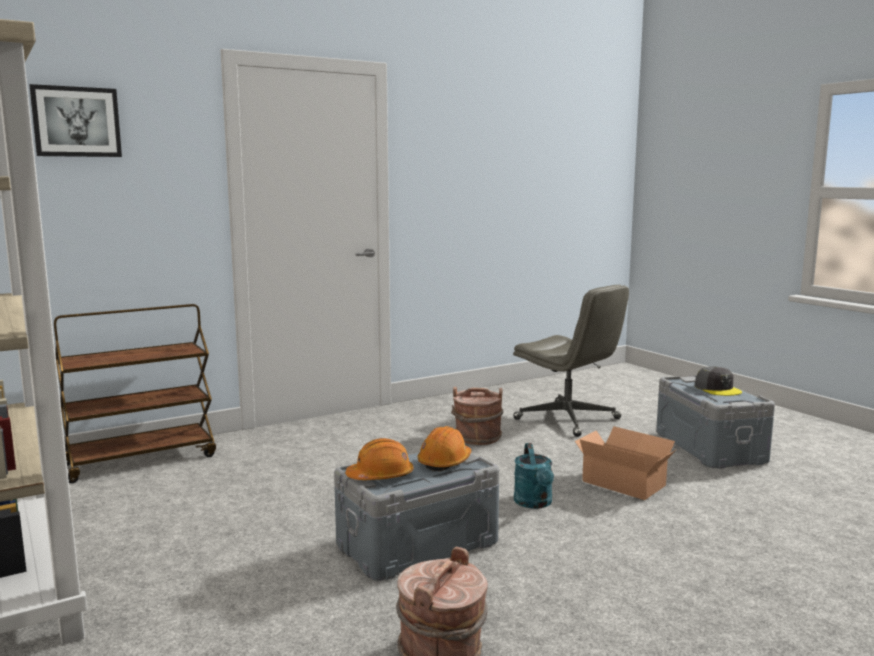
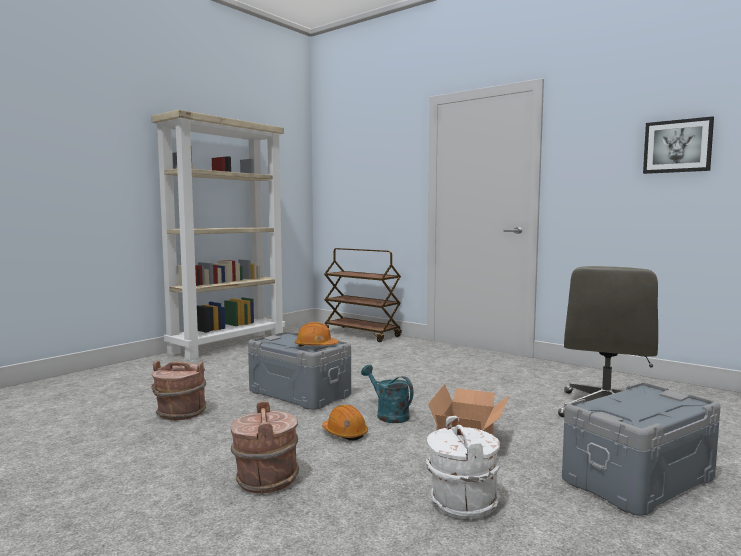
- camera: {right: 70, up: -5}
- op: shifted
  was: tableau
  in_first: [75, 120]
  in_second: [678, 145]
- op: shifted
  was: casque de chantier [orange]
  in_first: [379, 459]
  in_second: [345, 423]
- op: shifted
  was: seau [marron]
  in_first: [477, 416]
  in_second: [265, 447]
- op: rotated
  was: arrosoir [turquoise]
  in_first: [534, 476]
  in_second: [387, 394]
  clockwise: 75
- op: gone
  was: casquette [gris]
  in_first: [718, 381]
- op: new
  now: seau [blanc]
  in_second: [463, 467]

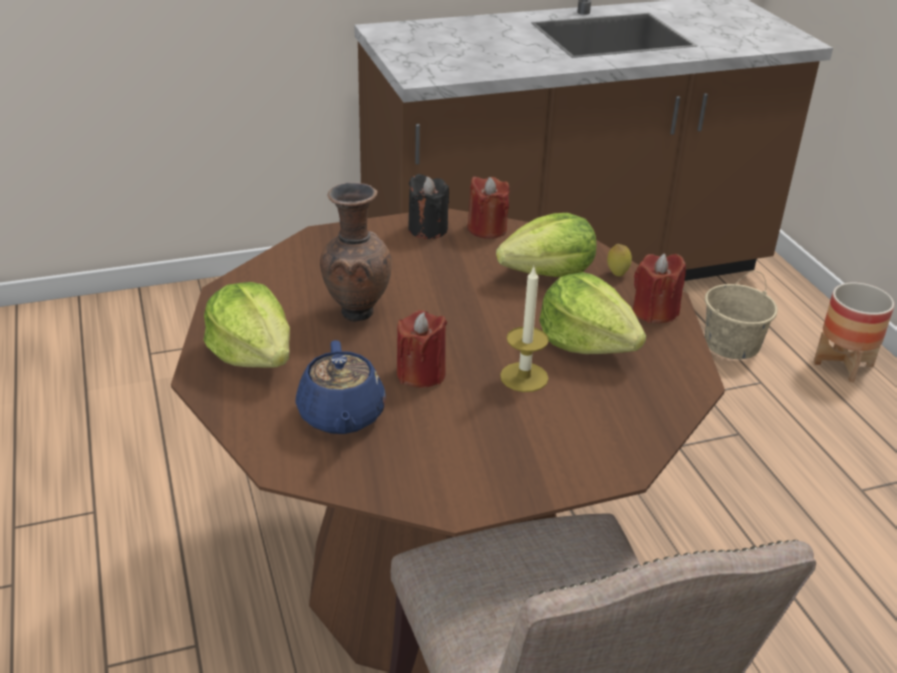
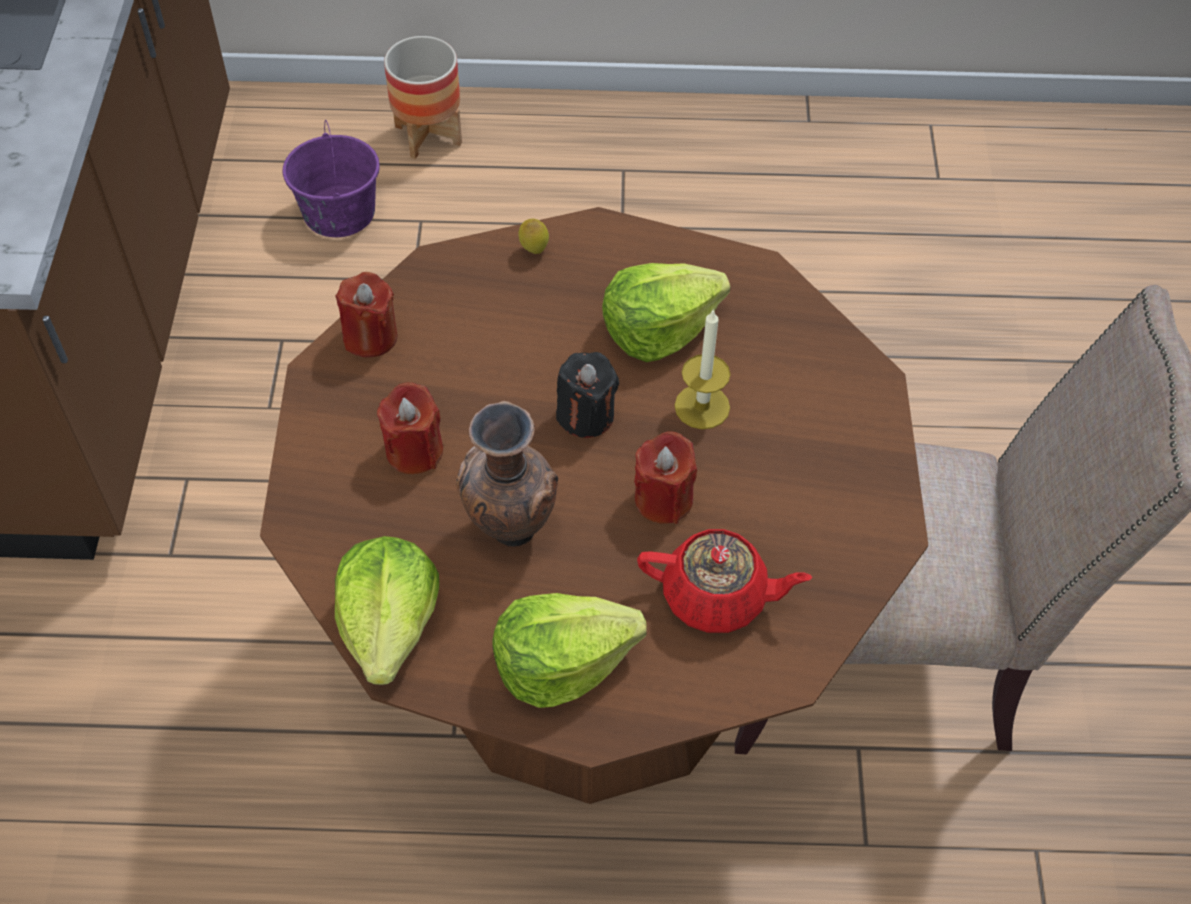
- camera: {right: -70, up: 20}
- op: repainted
  was: théière [bleu]
  now: théière [rouge]
  in_first: [340, 387]
  in_second: [725, 581]
- op: shifted
  was: bougie [noir]
  in_first: [428, 206]
  in_second: [587, 395]
- op: shifted
  was: laitue
  in_first: [546, 245]
  in_second: [387, 610]
- op: shifted
  was: bougie [rouge]
  in_first: [659, 288]
  in_second: [410, 428]
- op: repainted
  was: seau [beige]
  now: seau [violet]
  in_first: [741, 315]
  in_second: [331, 178]

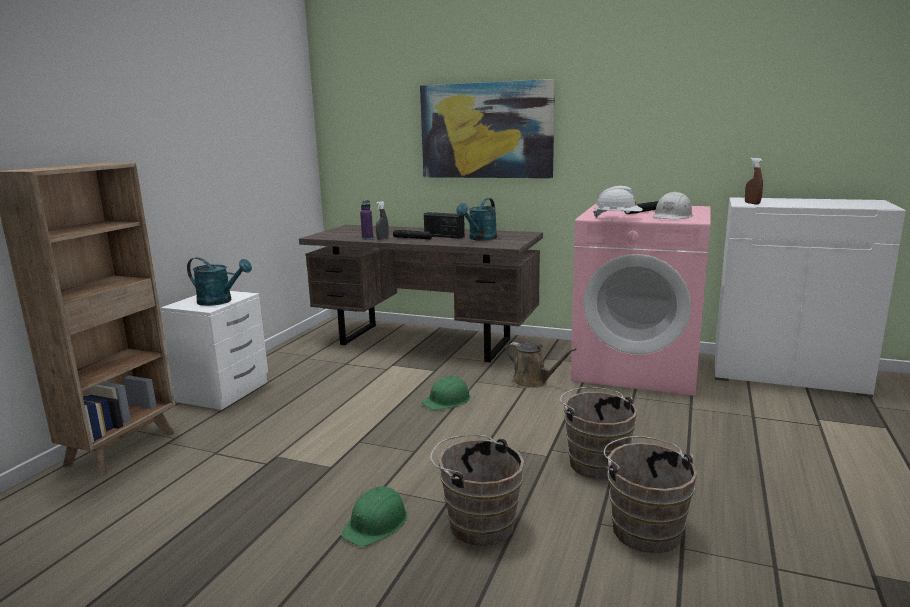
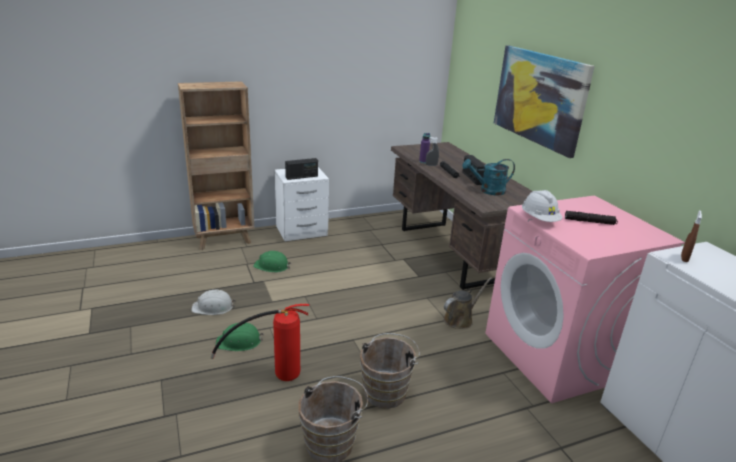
- camera: {right: 45, up: 10}
- op: swapped
  was: arrosoir [turquoise]
  now: radio
  in_first: [219, 281]
  in_second: [301, 169]
- op: shifted
  was: casque de chantier [vert]
  in_first: [446, 393]
  in_second: [272, 261]
- op: swapped
  was: seau [marron]
  now: extincteur
  in_first: [477, 490]
  in_second: [259, 342]
- op: rotated
  was: arrosoir [marron]
  in_first: [541, 365]
  in_second: [467, 303]
  clockwise: -120
- op: shifted
  was: casque de chantier [blanc]
  in_first: [673, 205]
  in_second: [213, 302]

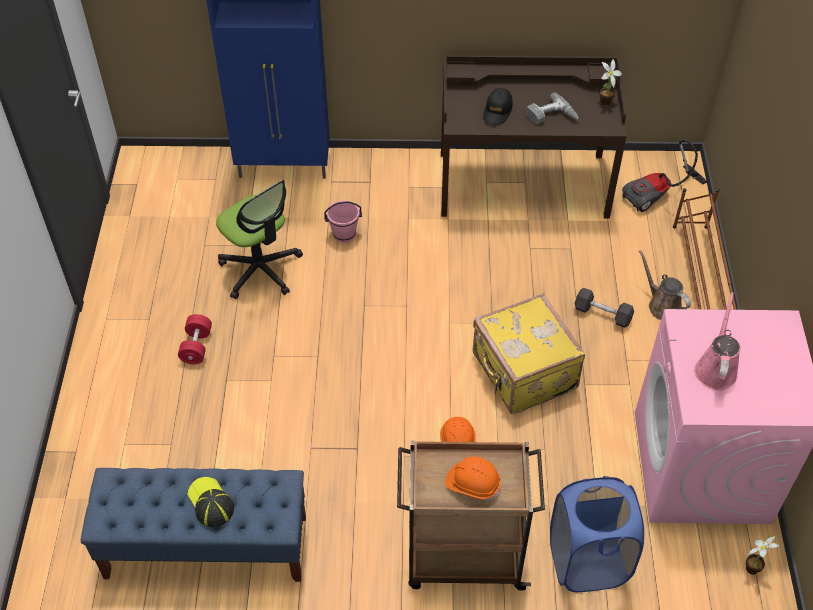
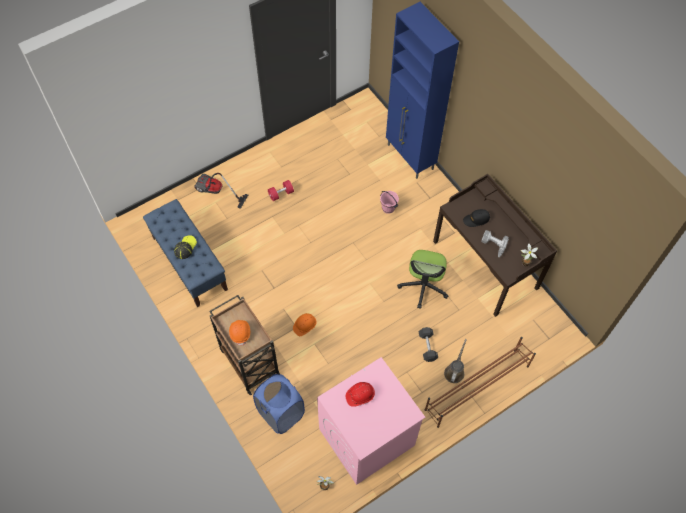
- camera: {right: 55, up: 10}
- op: shifted
  was: chaise de bureau
  in_first: [259, 239]
  in_second: [423, 279]
- op: gone
  was: valise [jaune]
  in_first: [529, 353]
- op: shifted
  was: aspirateur
  in_first: [664, 176]
  in_second: [221, 191]
- op: swapped
  was: arrosoir [rose]
  now: casque de chantier [rouge]
  in_first: [717, 341]
  in_second: [360, 394]

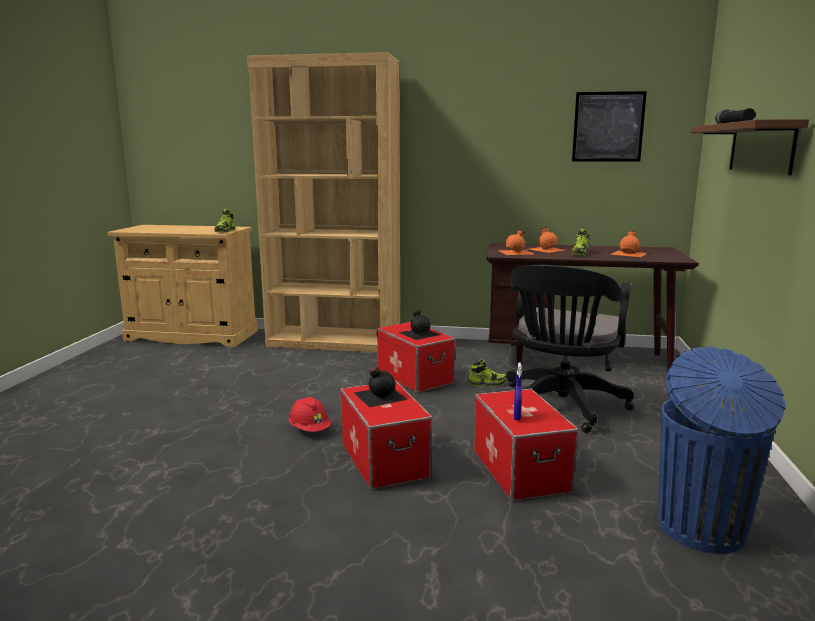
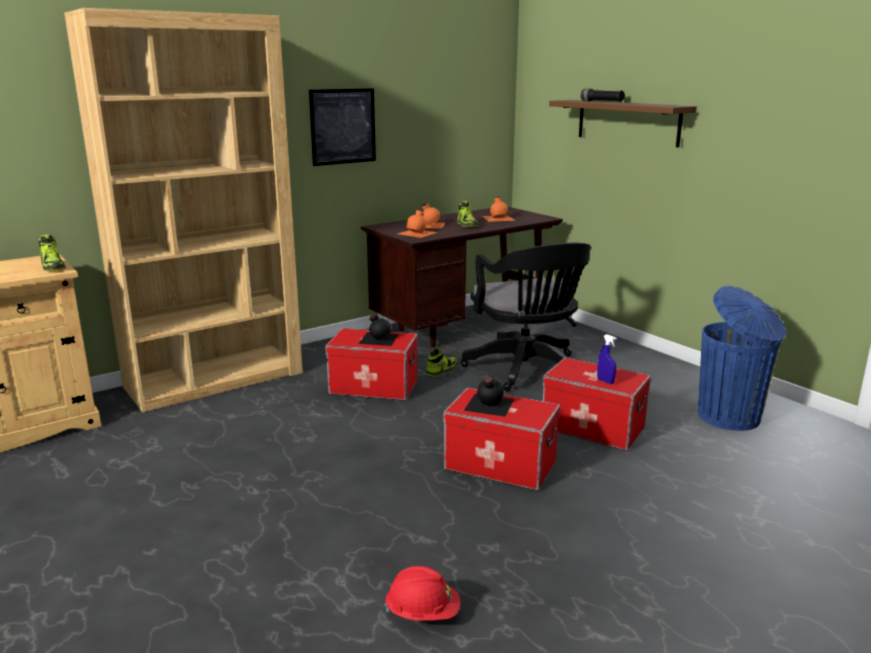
- camera: {right: -45, up: 5}
- op: shifted
  was: casque de chantier [rouge]
  in_first: [310, 414]
  in_second: [422, 593]
- op: shifted
  was: tableau
  in_first: [609, 126]
  in_second: [342, 127]

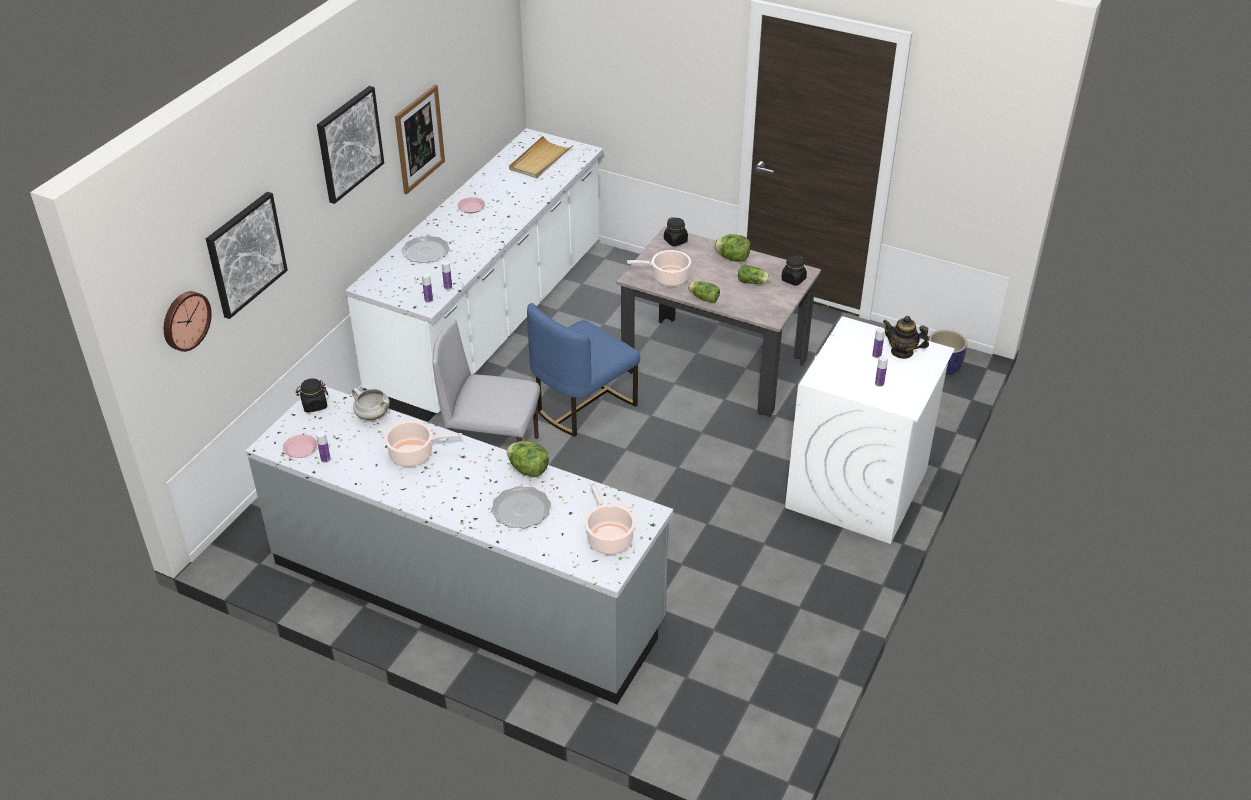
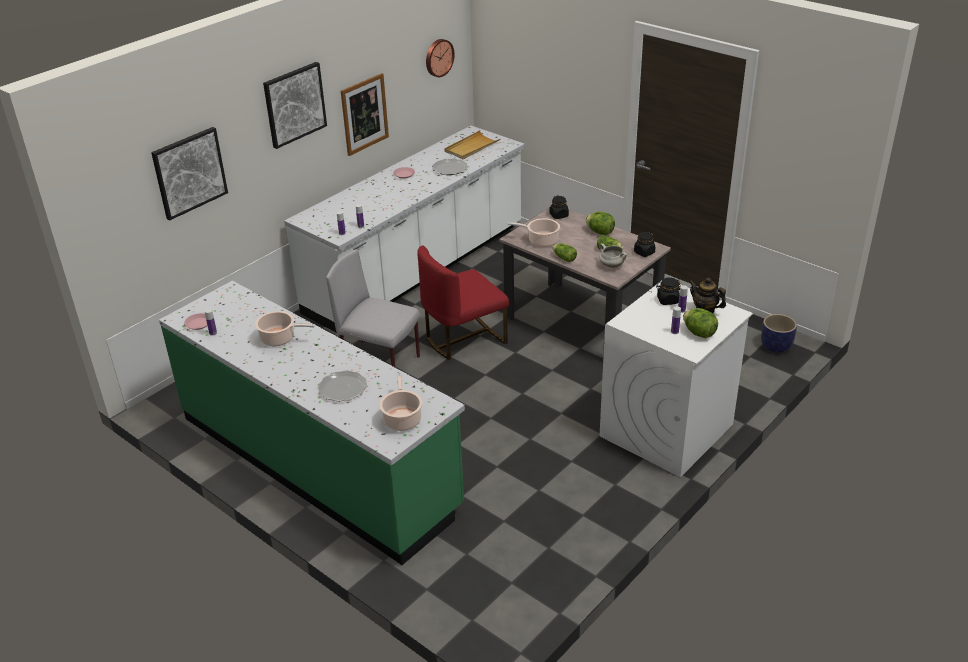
- camera: {right: 15, up: -5}
- op: shifted
  was: horloge murale
  in_first: [188, 321]
  in_second: [440, 58]
- op: repainted
  was: comptoir de cuisine [gris]
  now: comptoir de cuisine [vert]
  in_first: [459, 545]
  in_second: [312, 423]
- op: shifted
  was: bocal [noir]
  in_first: [312, 395]
  in_second: [668, 291]
- op: shifted
  was: marmite [blanc]
  in_first: [371, 404]
  in_second: [613, 255]
- op: shifted
  was: assiette
  in_first: [426, 249]
  in_second: [450, 166]
- op: shifted
  was: laitue
  in_first: [528, 459]
  in_second: [700, 323]
- op: repainted
  was: chaise [bleu]
  now: chaise [rouge]
  in_first: [583, 370]
  in_second: [463, 302]

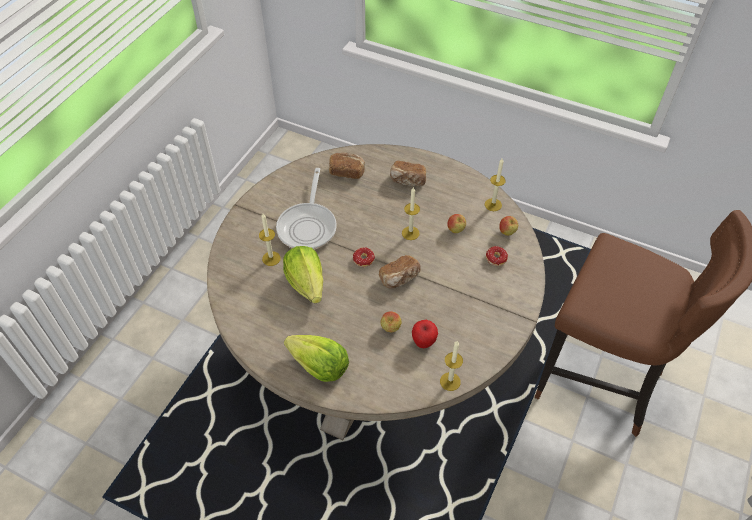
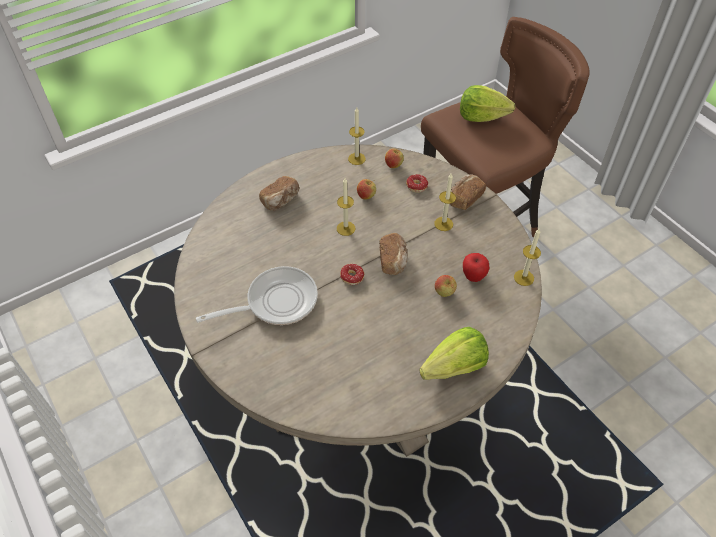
- camera: {right: -60, up: 0}
- op: shifted
  was: bougie
  in_first: [270, 240]
  in_second: [445, 202]
- op: rotated
  was: poêle
  in_first: [306, 209]
  in_second: [257, 295]
  clockwise: -60
- op: shifted
  was: laitue
  in_first: [303, 274]
  in_second: [487, 103]
- op: shifted
  was: pain
  in_first: [347, 165]
  in_second: [468, 192]

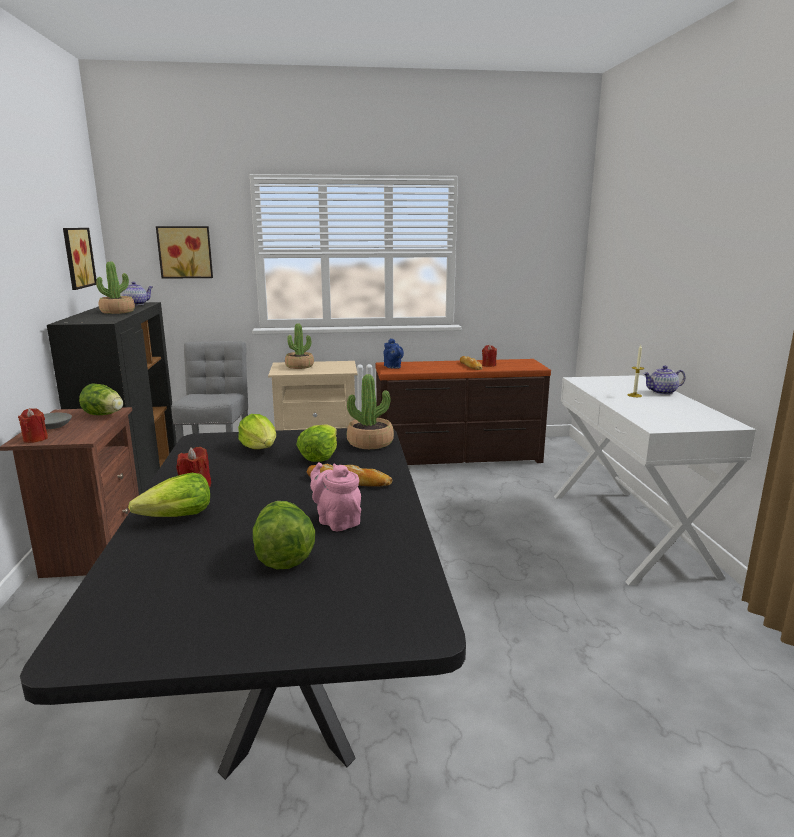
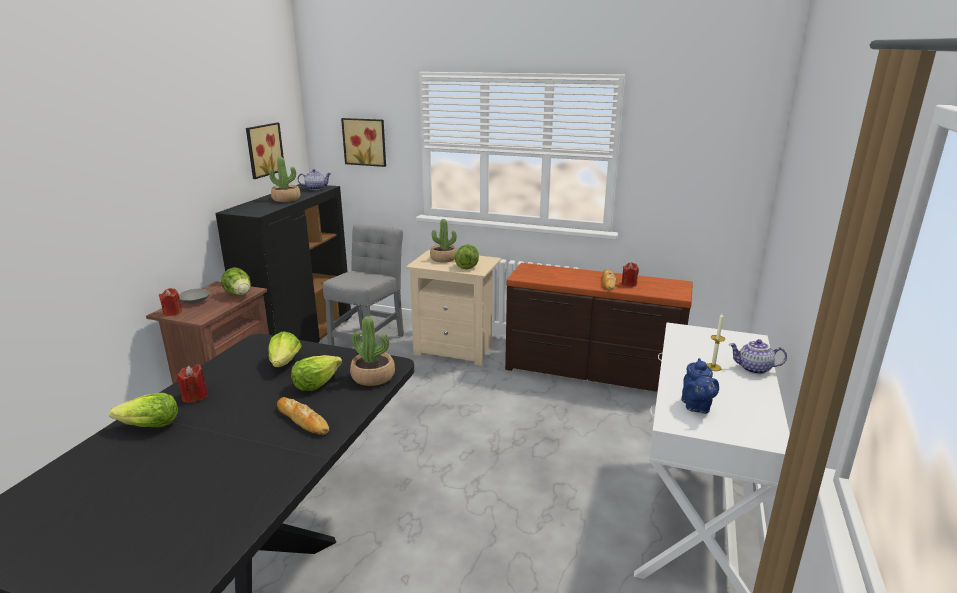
- camera: {right: 25, up: 5}
- op: shifted
  was: laitue
  in_first: [284, 535]
  in_second: [467, 256]
- op: gone
  was: théière [rose]
  in_first: [335, 496]
- op: shifted
  was: théière [bleu]
  in_first: [394, 353]
  in_second: [700, 386]

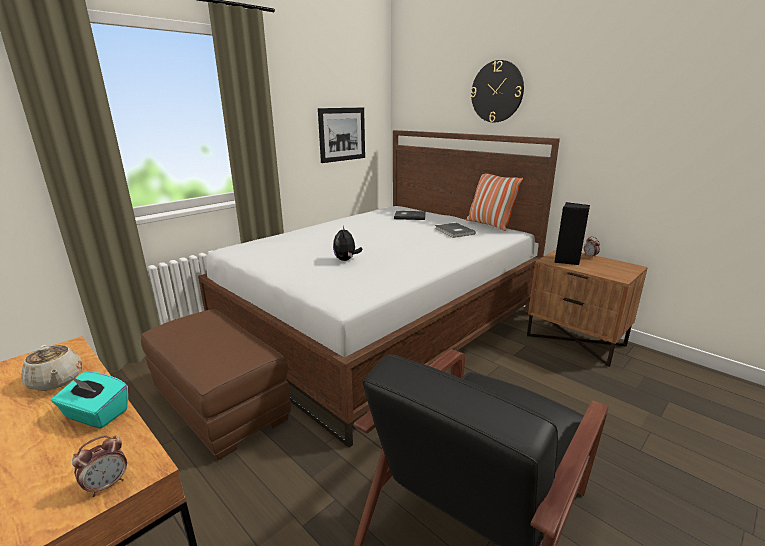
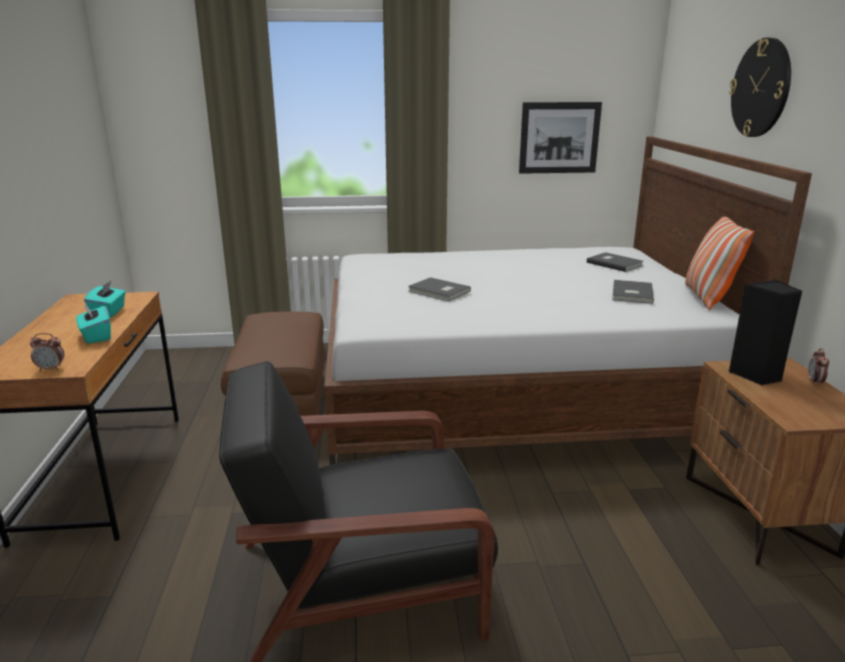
- camera: {right: 40, up: 0}
- op: swapped
  was: théière [beige]
  now: boîte à mouchoirs [turquoise]
  in_first: [51, 368]
  in_second: [105, 299]
- op: swapped
  was: peluche
  now: livre [gris]
  in_first: [348, 243]
  in_second: [439, 289]

